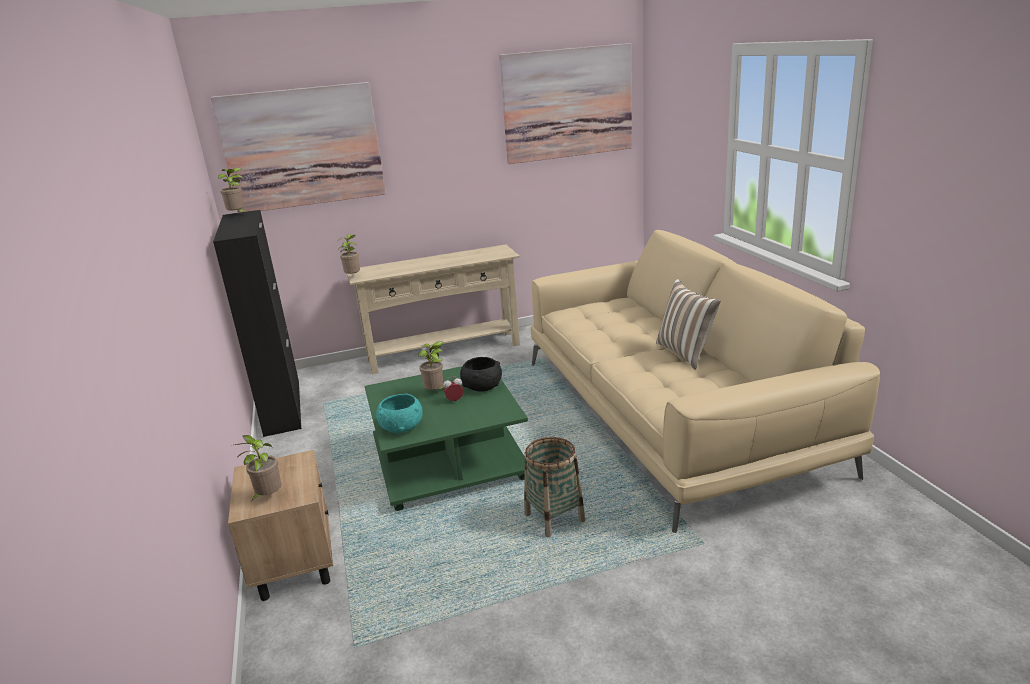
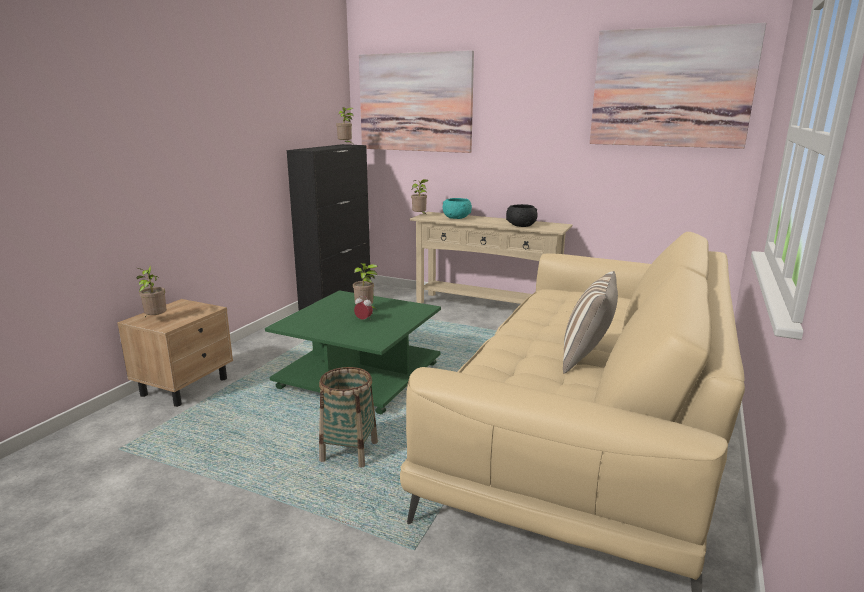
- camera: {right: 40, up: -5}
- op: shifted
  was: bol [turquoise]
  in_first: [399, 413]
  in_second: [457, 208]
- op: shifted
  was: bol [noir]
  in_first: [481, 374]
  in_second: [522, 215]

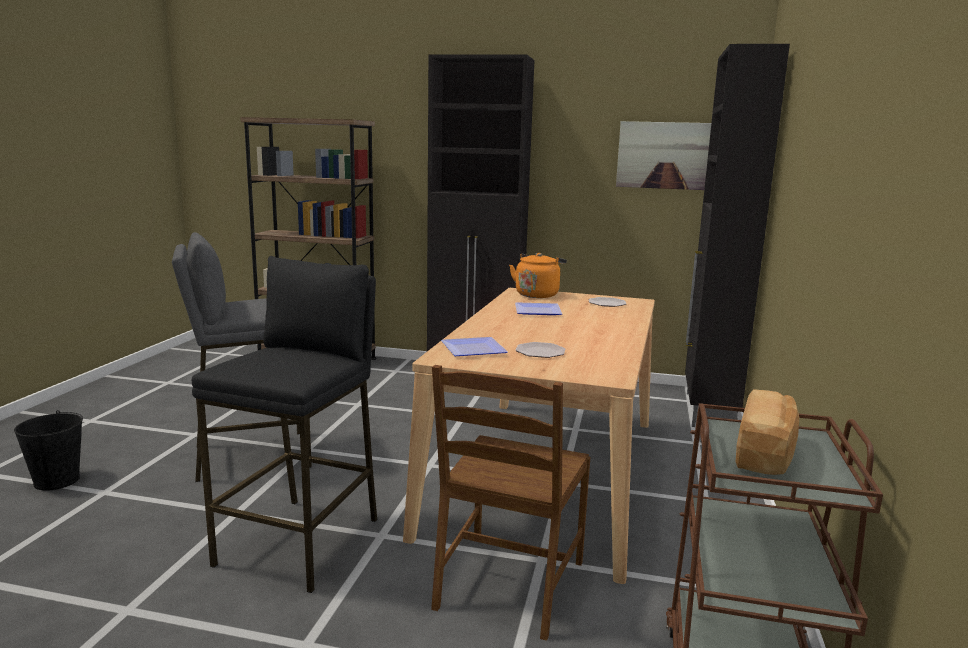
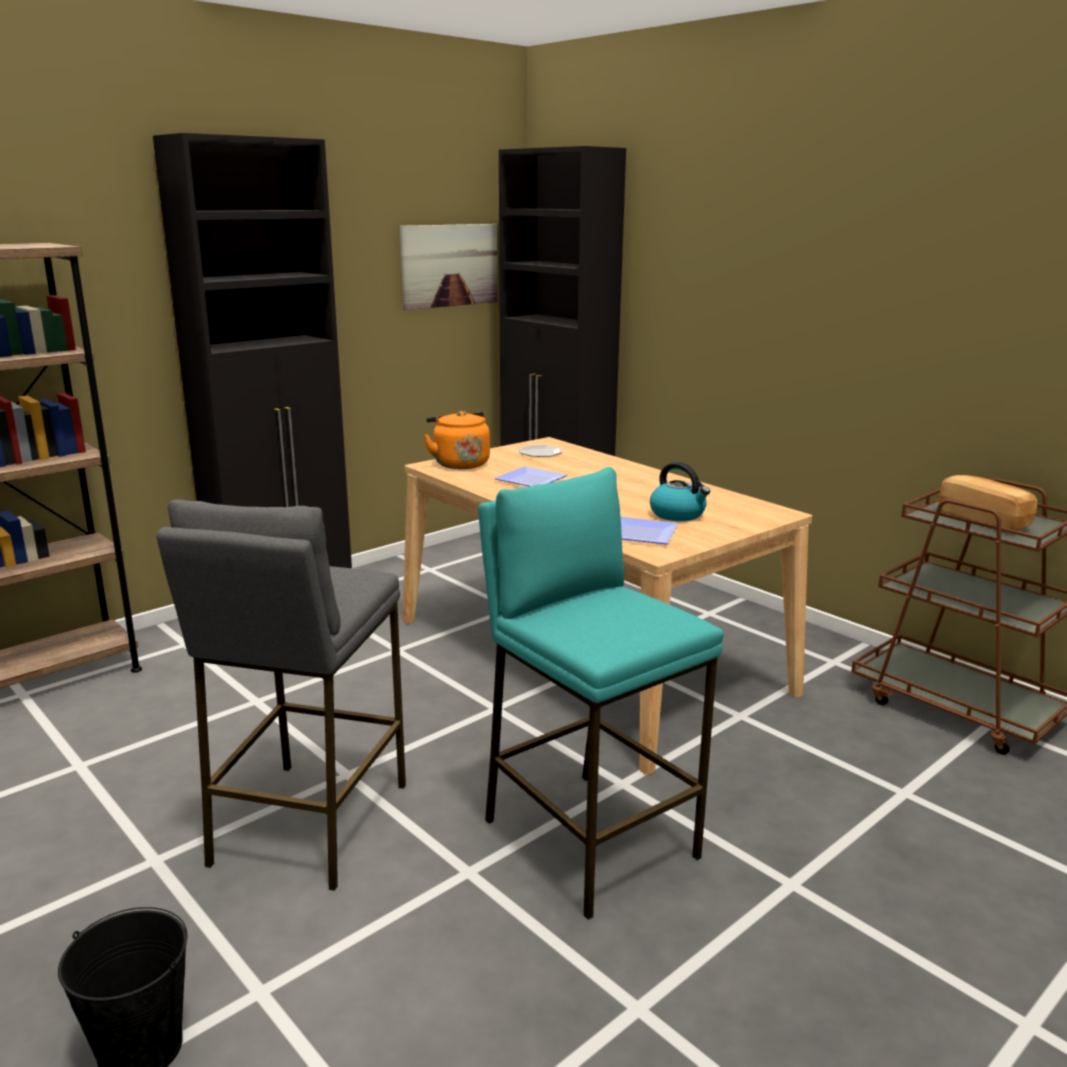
- camera: {right: -55, up: 5}
- op: repainted
  was: tabouret [noir]
  now: tabouret [turquoise]
  in_first: [284, 424]
  in_second: [601, 693]
- op: gone
  was: chaise [marron]
  in_first: [510, 503]
- op: swapped
  was: assiette
  now: bouilloire
  in_first: [540, 350]
  in_second: [680, 491]

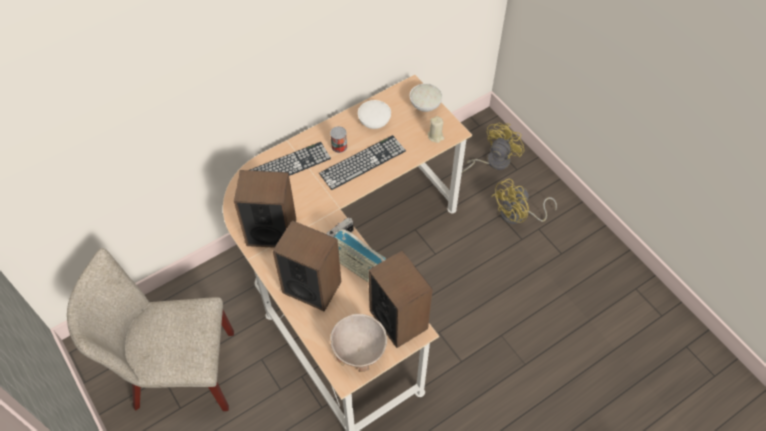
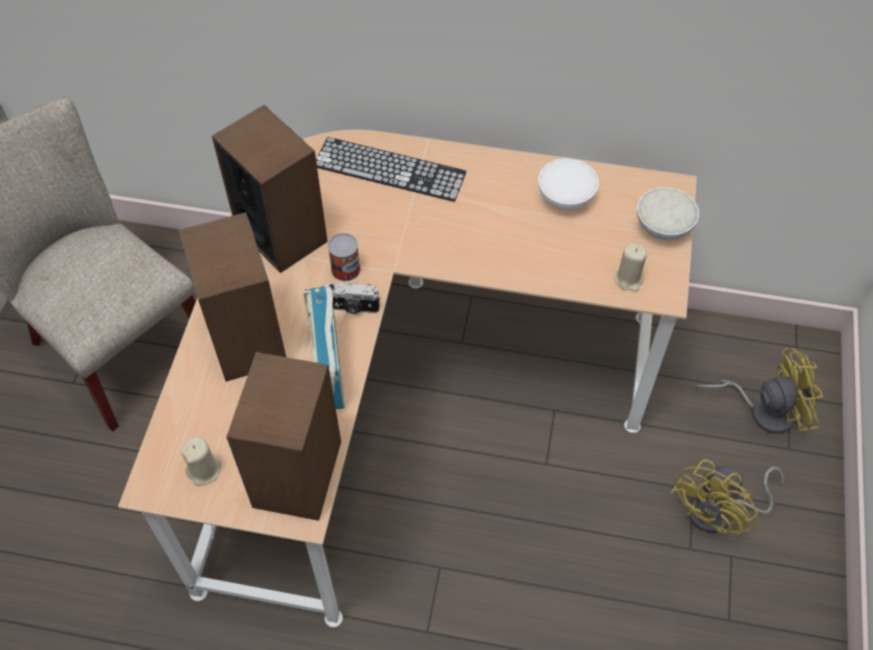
- camera: {right: 45, up: 0}
- op: gone
  was: clavier
  in_first: [362, 162]
- op: shifted
  was: boîte métallique
  in_first: [338, 139]
  in_second: [344, 257]
- op: swapped
  was: bol [beige]
  now: bougie [beige]
  in_first: [358, 343]
  in_second: [201, 461]
- op: rotated
  was: ventilateur [jaune]
  in_first: [524, 201]
  in_second: [727, 496]
  clockwise: -60

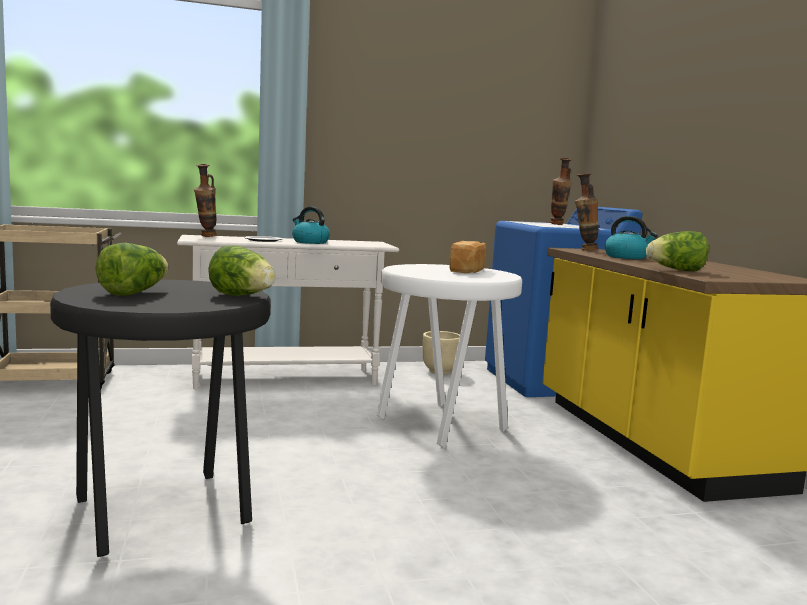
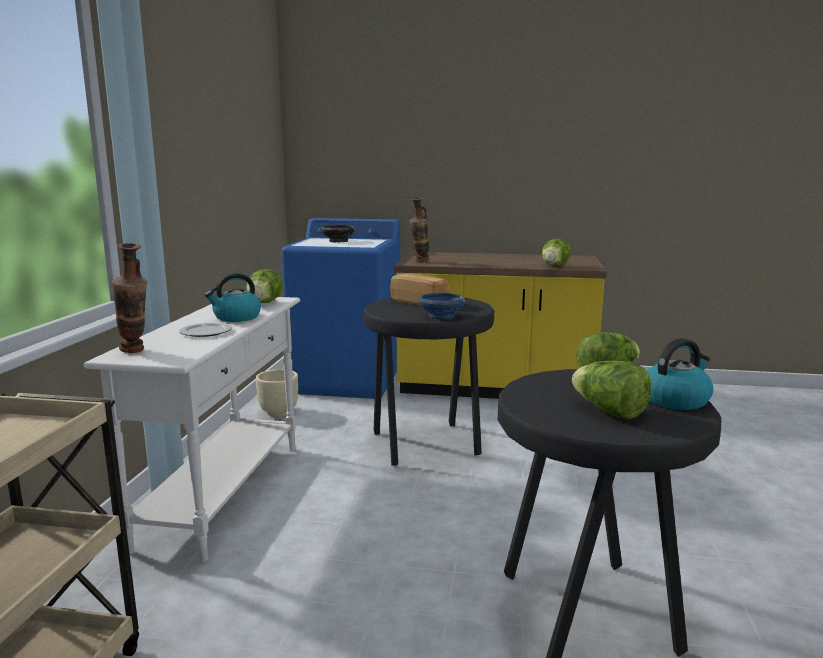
- camera: {right: -65, up: 5}
- op: repainted
  was: tabouret [blanc]
  now: tabouret [noir]
  in_first: [449, 356]
  in_second: [429, 381]
- op: swapped
  was: vase
  now: bol [noir]
  in_first: [560, 191]
  in_second: [338, 233]
- op: shifted
  was: bouilloire
  in_first: [631, 237]
  in_second: [680, 374]
- op: new
  now: laitue
  in_second: [264, 286]
- op: new
  now: bol [bleu]
  in_second: [442, 306]

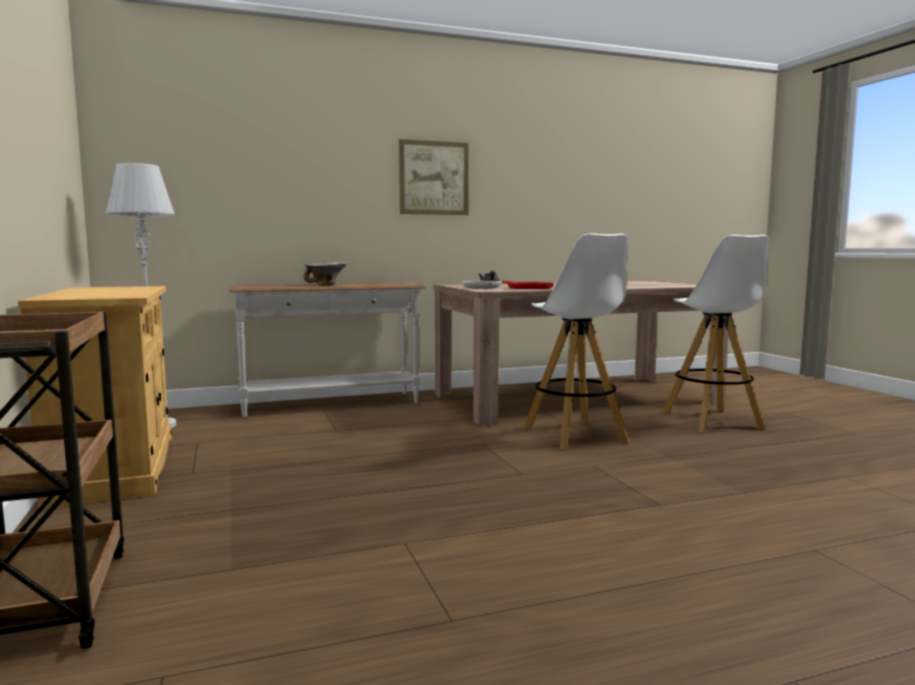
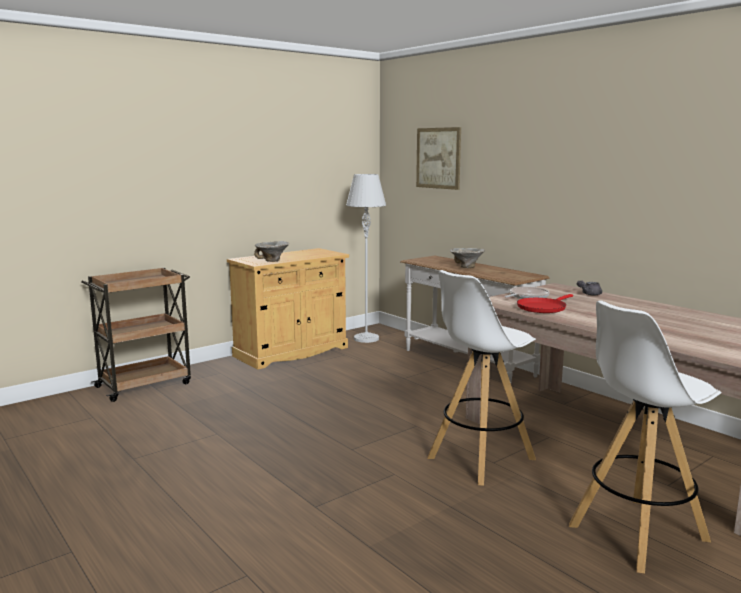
- camera: {right: 70, up: 5}
- op: shifted
  was: tableau
  in_first: [434, 177]
  in_second: [438, 158]
- op: new
  now: bol
  in_second: [271, 251]

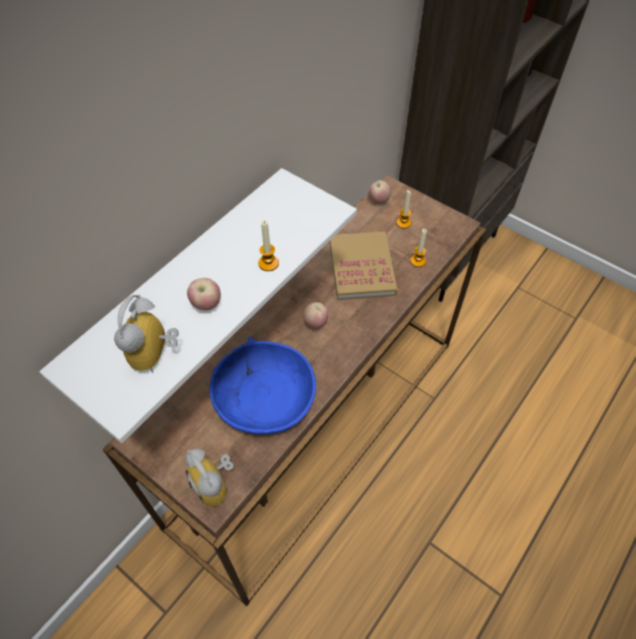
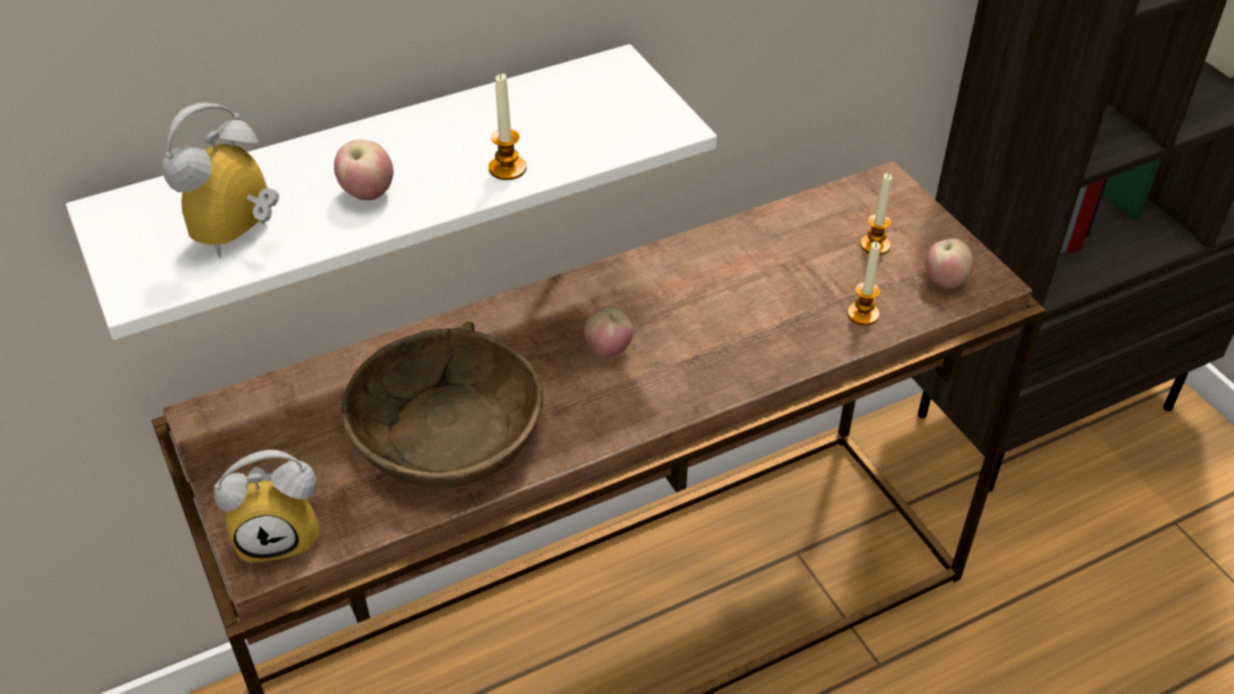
- camera: {right: 25, up: -10}
- op: rotated
  was: réveil
  in_first: [210, 478]
  in_second: [267, 507]
  clockwise: -90
- op: repainted
  was: bol [bleu]
  now: bol [marron]
  in_first: [262, 386]
  in_second: [442, 405]
- op: gone
  was: livre
  in_first: [364, 265]
- op: shifted
  was: pomme
  in_first: [380, 192]
  in_second: [949, 263]

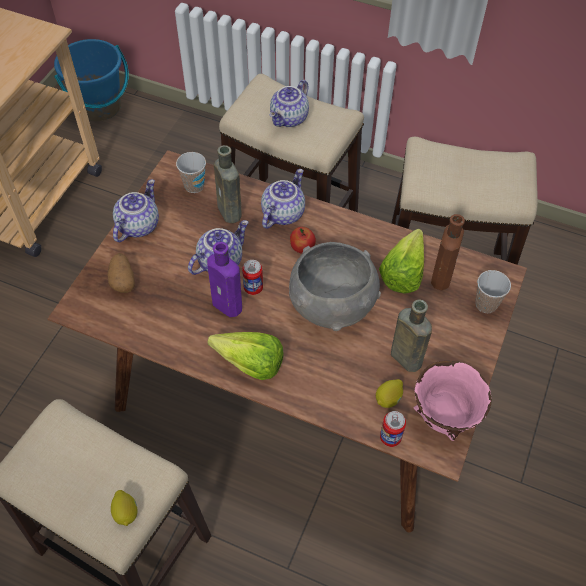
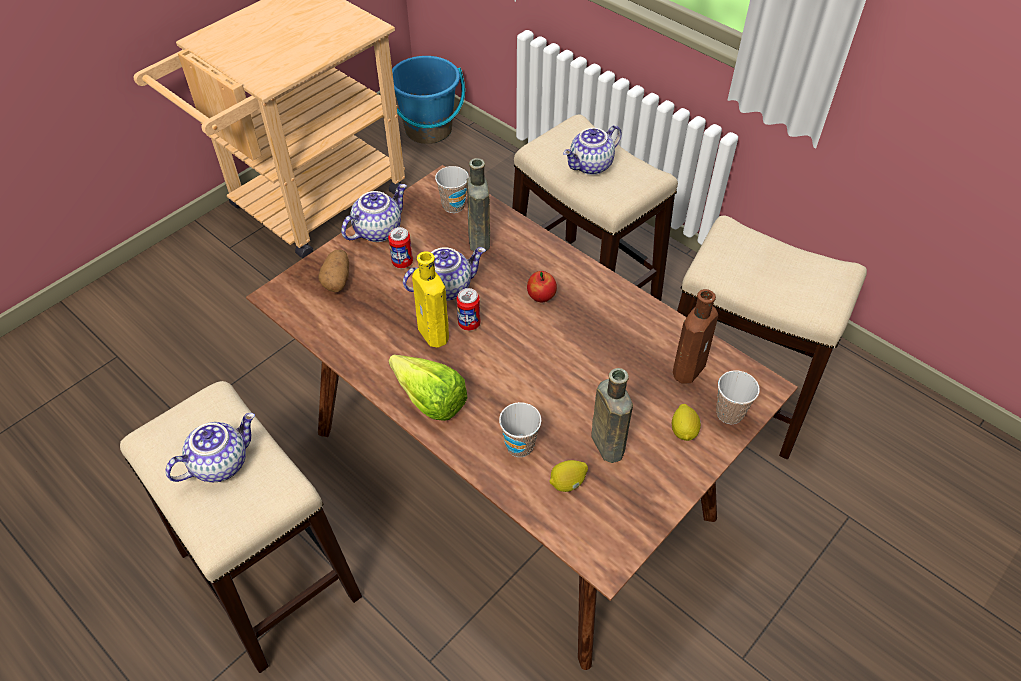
- camera: {right: 20, up: -5}
- op: shifted
  was: citron
  in_first: [124, 508]
  in_second: [686, 422]
- op: repainted
  was: bouteille [violet]
  now: bouteille [jaune]
  in_first: [224, 279]
  in_second: [430, 299]
- op: shifted
  was: théière
  in_first: [283, 199]
  in_second: [210, 447]
- op: gone
  was: bol [gris]
  in_first: [335, 286]
- op: gone
  was: laitue
  in_first: [401, 261]
- op: shifted
  was: boîte métallique
  in_first: [393, 429]
  in_second: [400, 247]
- op: gone
  was: bol [rose]
  in_first: [452, 401]
- op: new
  now: tasse
  in_second: [520, 429]

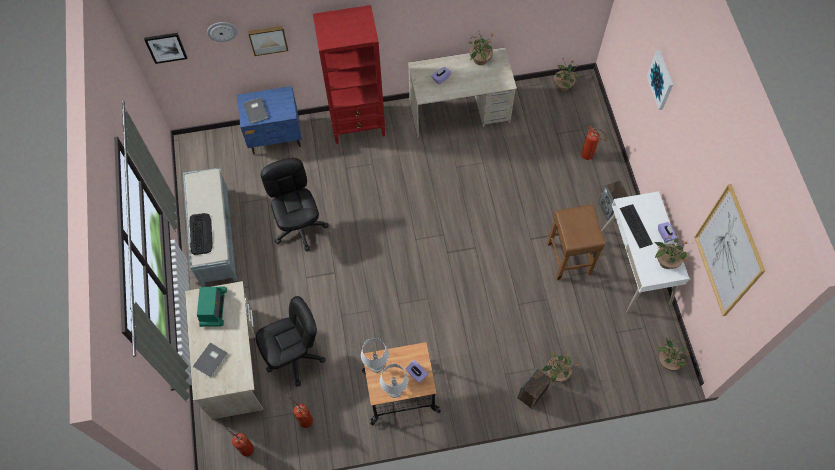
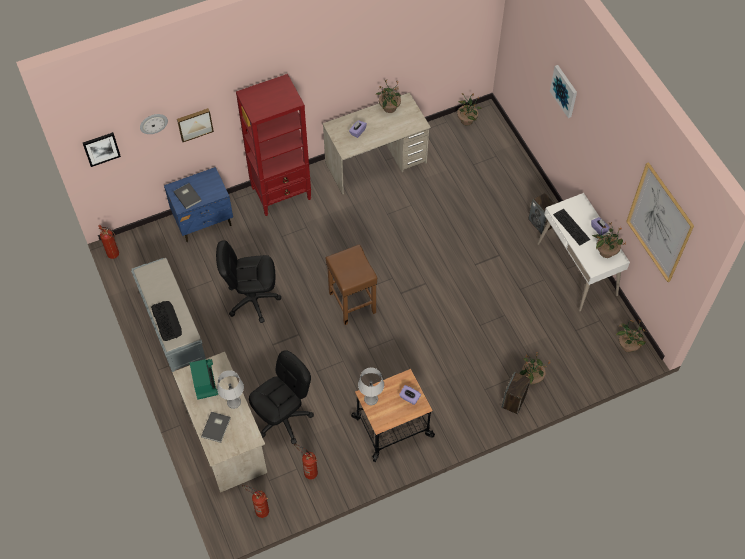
- camera: {right: -15, up: -5}
- op: rotated
  was: chaise de bureau [noir]
  in_first: [294, 205]
  in_second: [248, 281]
  clockwise: -60
- op: shifted
  was: lampe de table [gris]
  in_first: [394, 381]
  in_second: [230, 389]
- op: shifted
  was: tabouret [marron]
  in_first: [576, 242]
  in_second: [351, 285]
- op: shifted
  was: extincteur
  in_first: [594, 142]
  in_second: [108, 242]

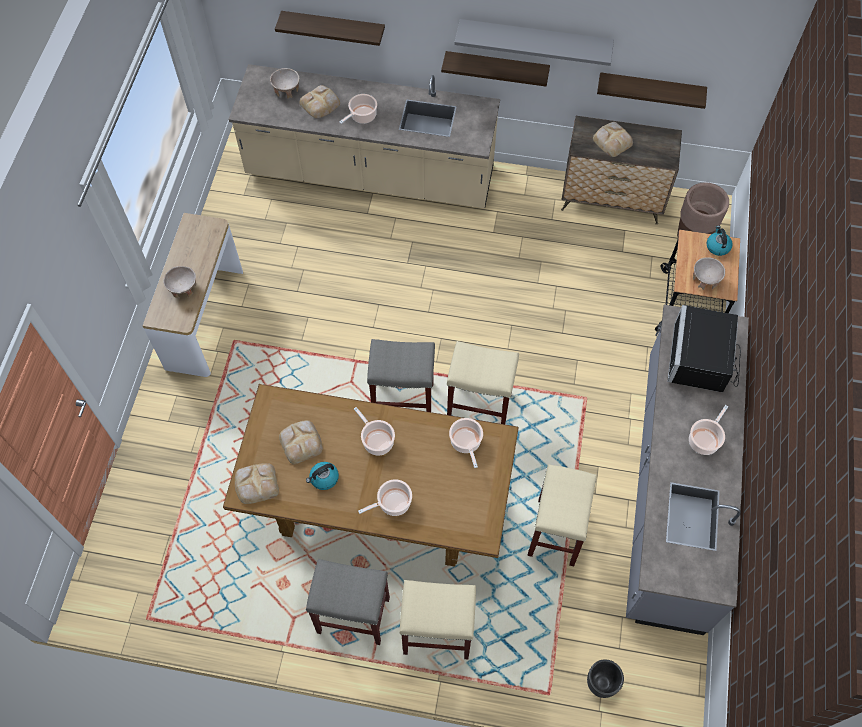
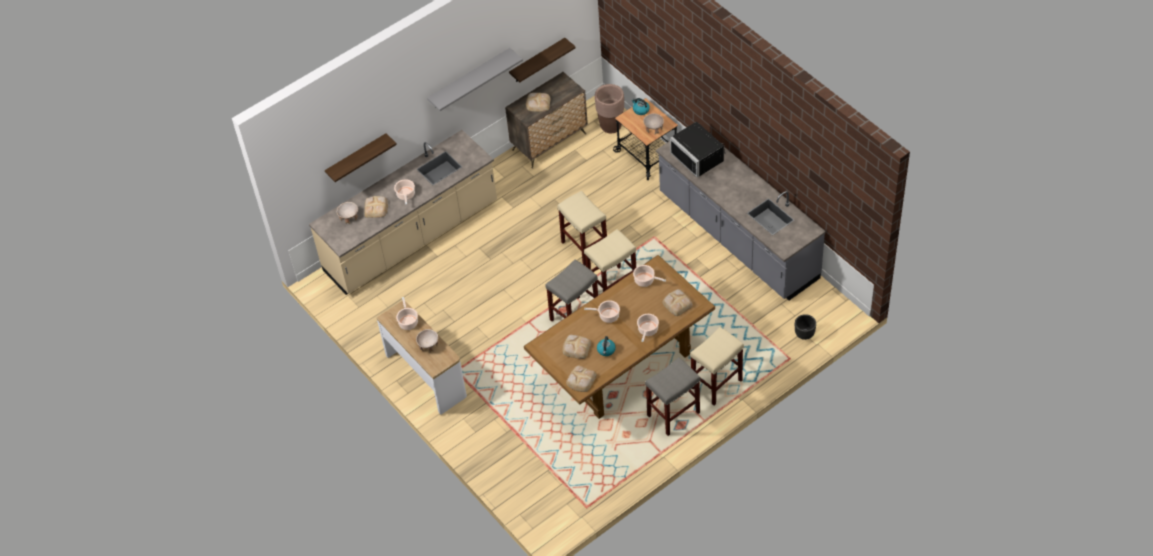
- camera: {right: -45, up: -10}
- op: gone
  was: étagère
  in_first: [495, 69]
- op: shifted
  was: tabouret [beige]
  in_first: [562, 515]
  in_second: [582, 228]
- op: shifted
  was: marmite
  in_first: [708, 430]
  in_second: [407, 313]
- op: new
  now: pain
  in_second: [678, 302]

